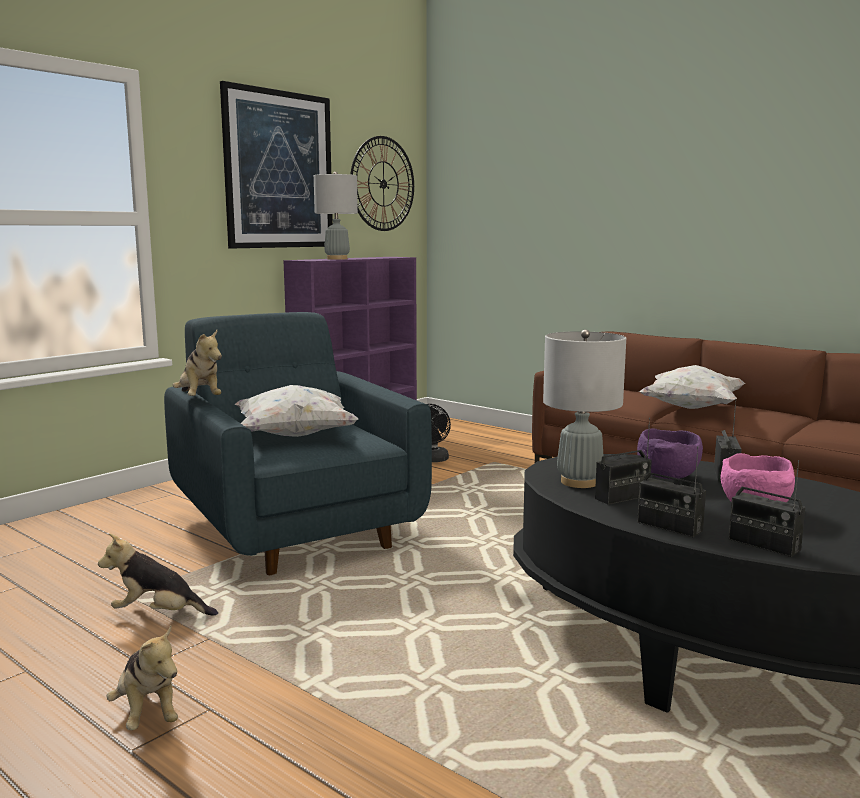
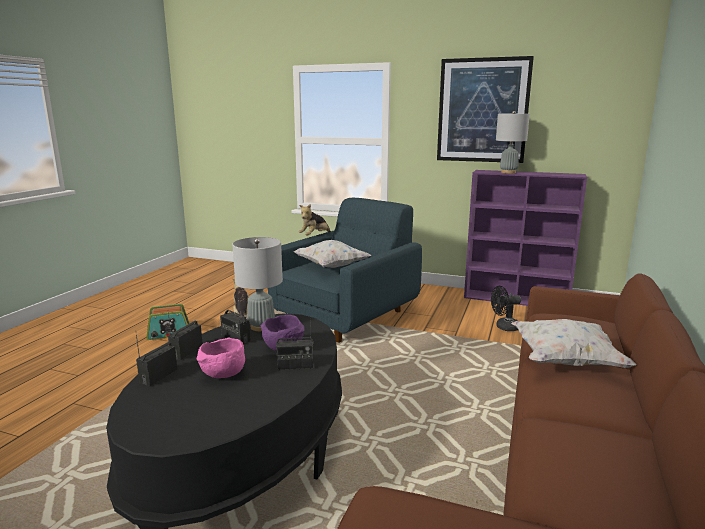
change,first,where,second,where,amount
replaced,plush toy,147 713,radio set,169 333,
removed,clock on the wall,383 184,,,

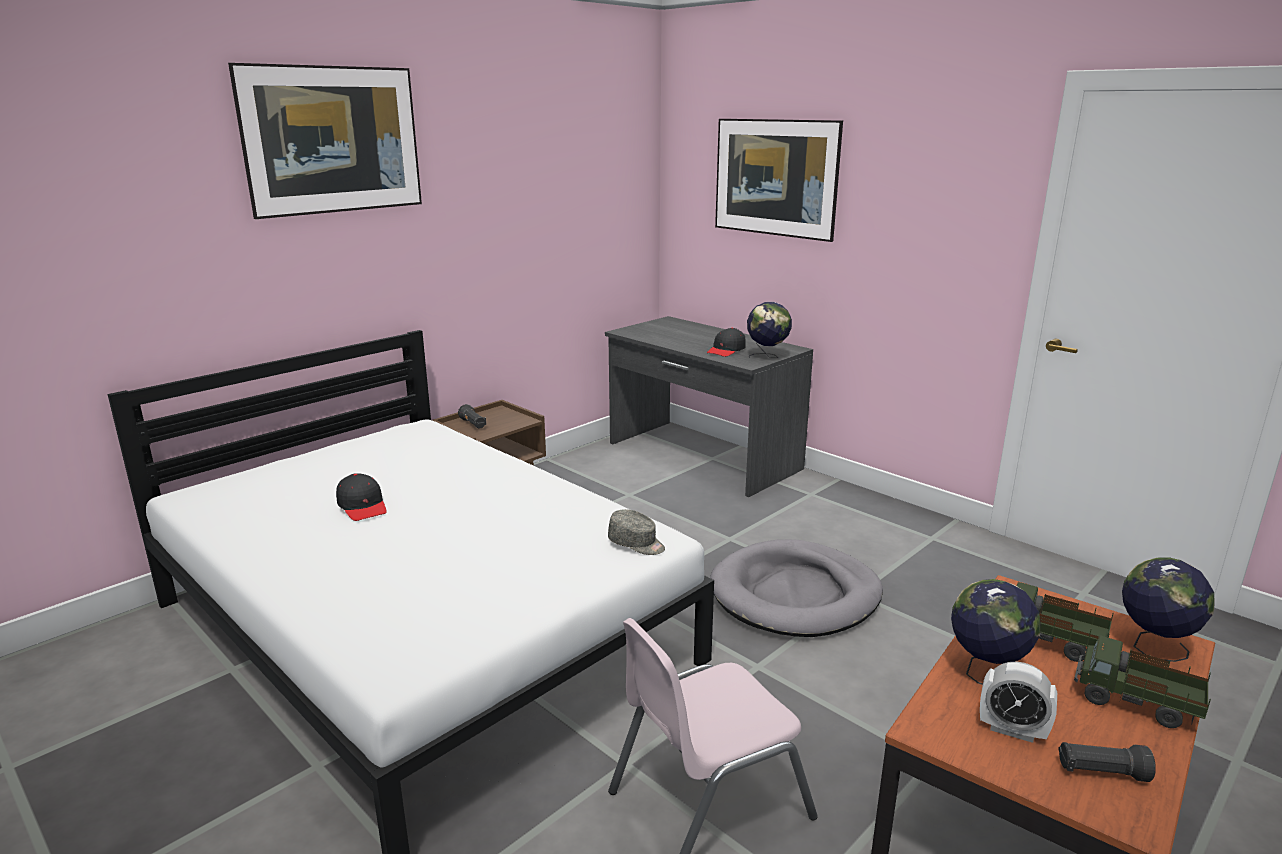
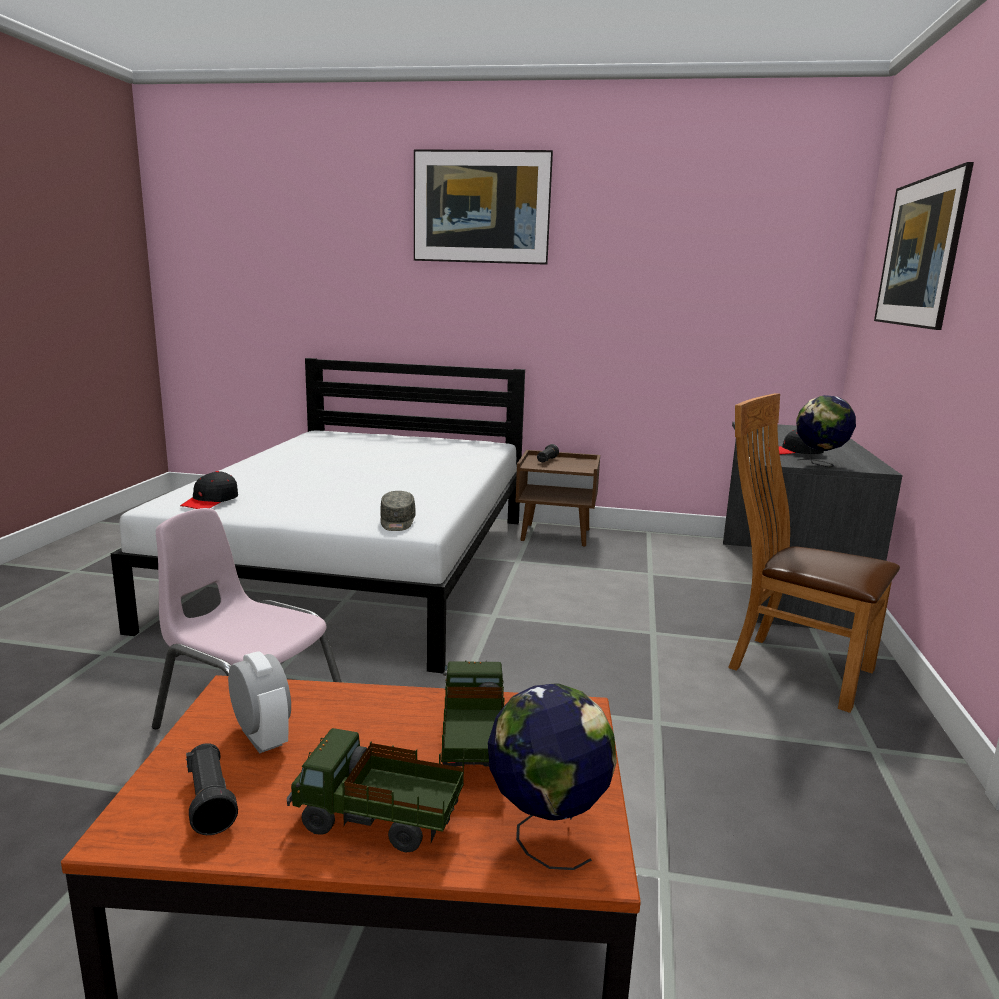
change,first,where,second,where,amount
moved,peaked cap (black),362 506,,210 501,
removed,dog bed (gray),795 594,,,
removed,globe,985 674,,,
turned,table clock,1012 730,,261 737,150 degrees clockwise
turned,model truck,1136 704,,378 822,75 degrees counterclockwise
added,,,plain chair (brown),791 667,

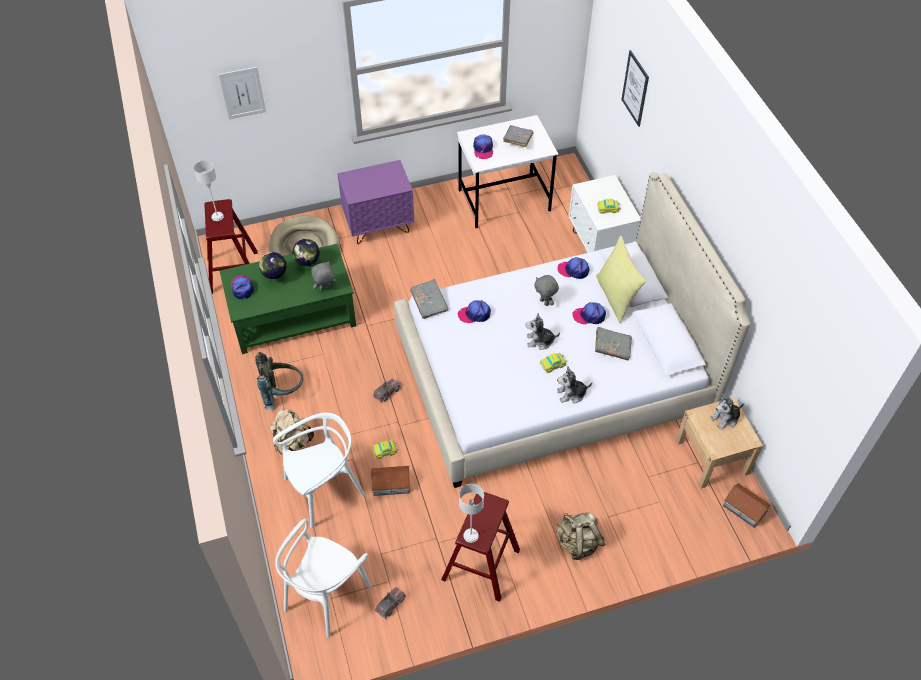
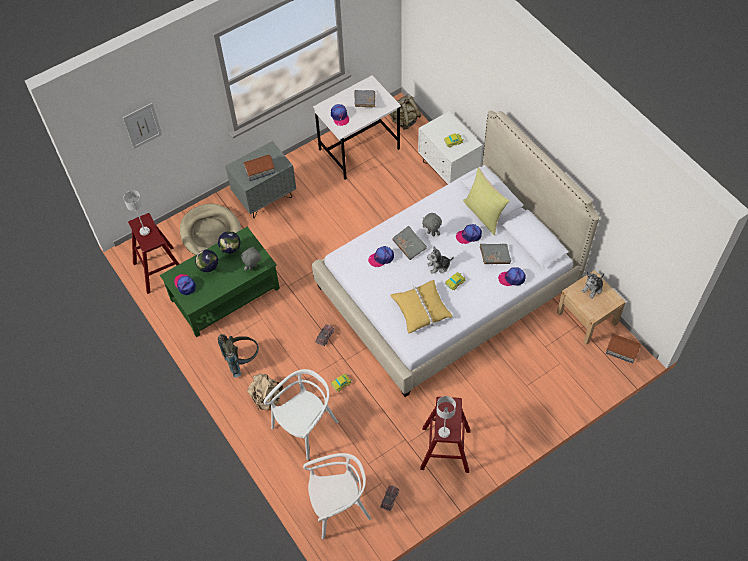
change,first,where,second,where,amount
turned,plain chair (whitish),326 595,,339 507,120 degrees counterclockwise
recoloured,nightstand (purple),379 226,nightstand (gray),265 198,
moved,toy house,390 483,,259 170,
moved,volume (gray),429 303,,409 246,
moved,peaked cap,573 270,,512 278,
removed,plush toy,571 394,,,
moved,backpack (beige),578 542,,404 121,
removed,wall picture,635 88,,,
added,,,throw pillow (yellow-coloured),421 309,

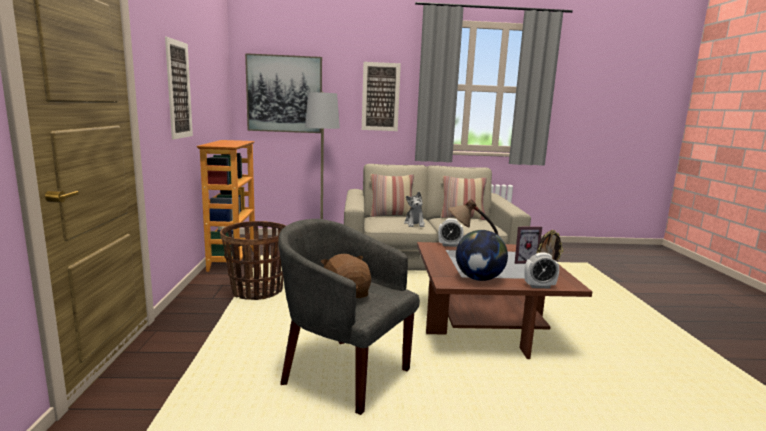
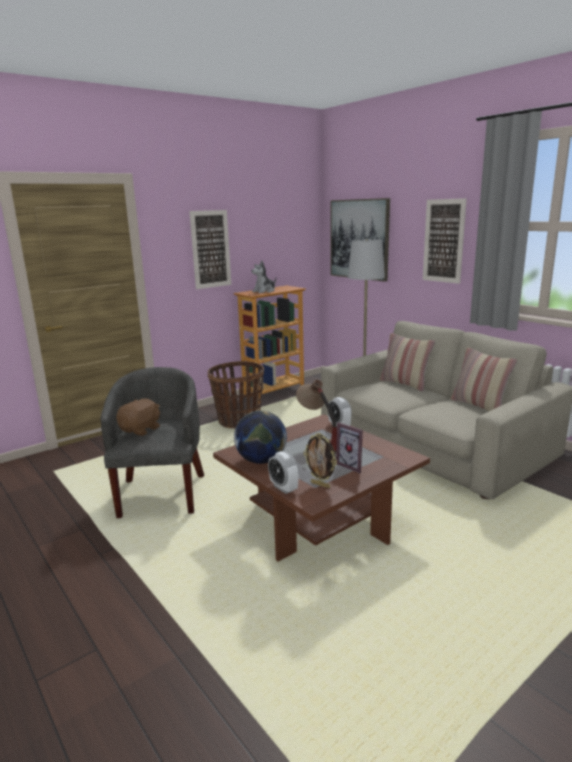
change,first,where,second,where,amount
moved,plush toy,414 224,,264 291,

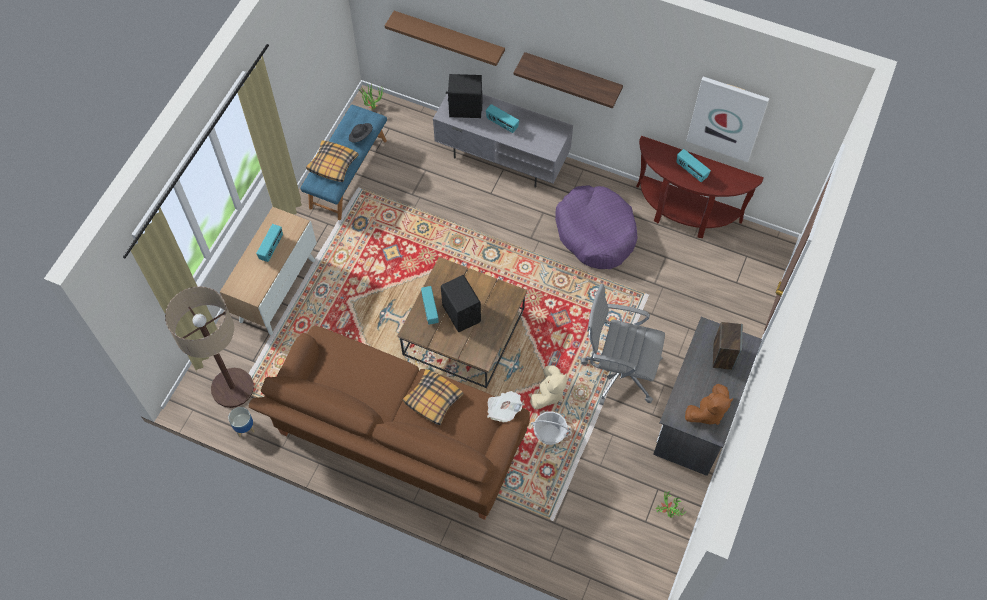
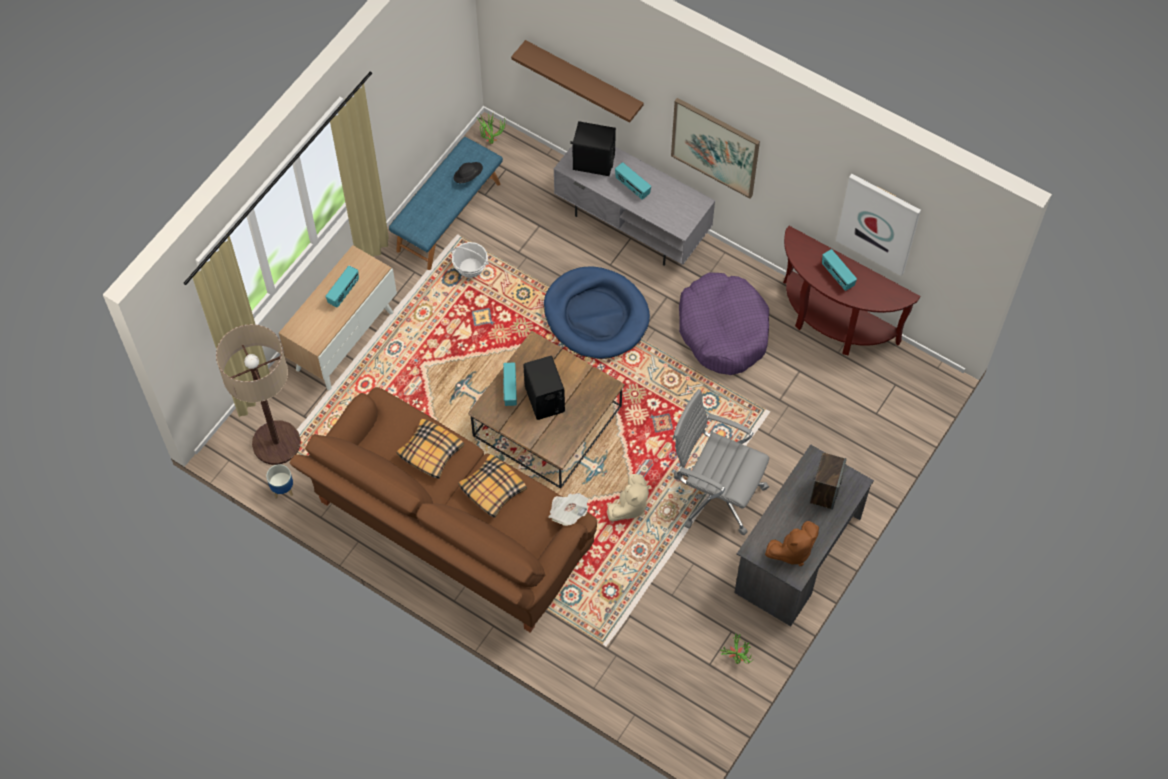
change,first,where,second,where,amount
moved,throw pillow,332 165,,430 452,
replaced,shelf,572 76,wall picture,715 147,
moved,basket,549 434,,470 268,
added,,,dog bed (blue-coloured),596 315,

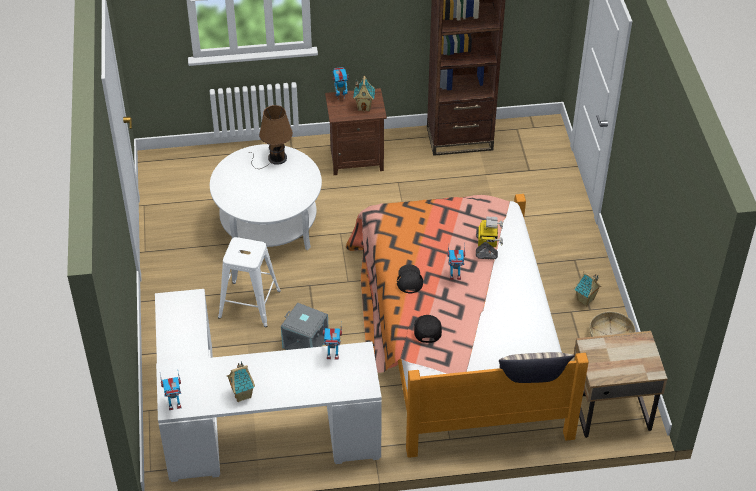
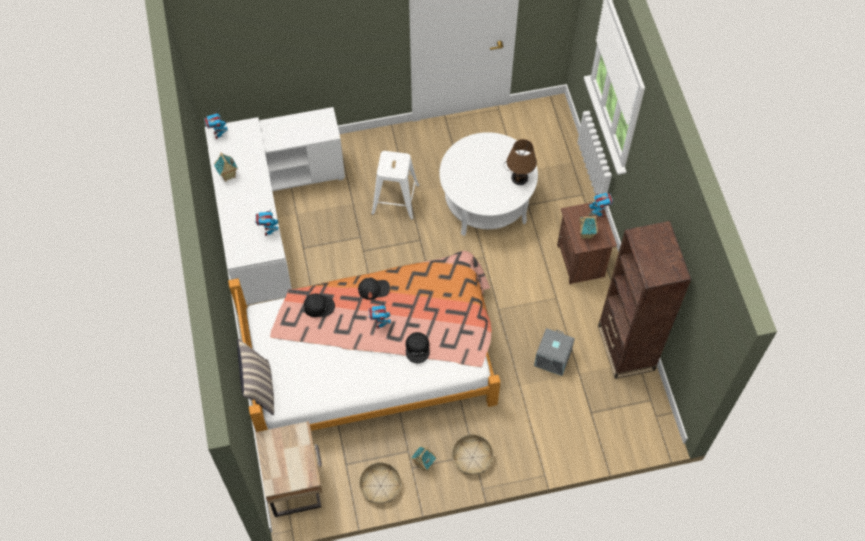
change,first,where,second,where,amount
moved,storage box (gray),306 341,,553 358,
replaced,robot figure,487 247,peaked cap (black),418 348,
added,,,basket,472 457,

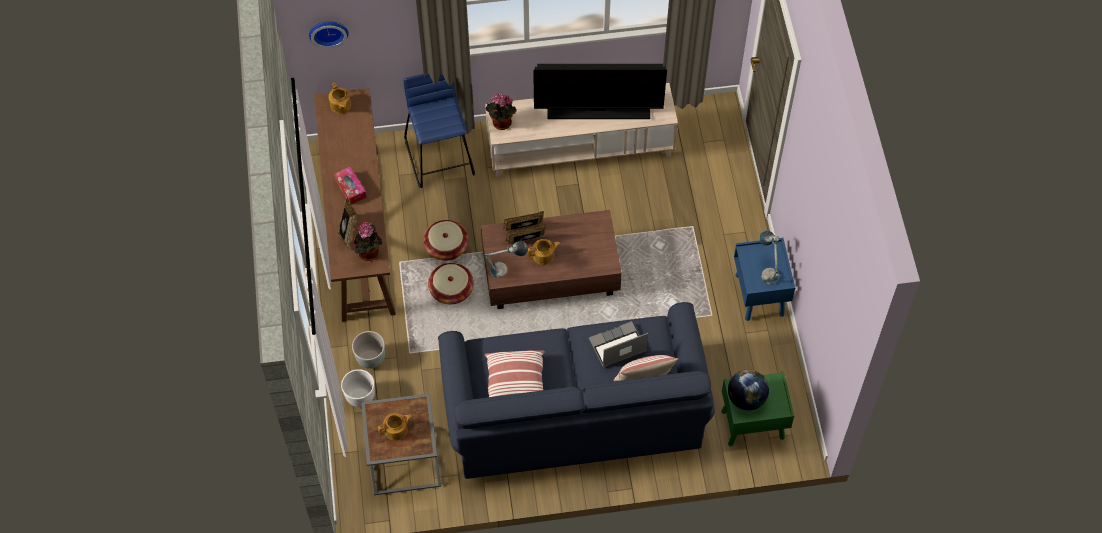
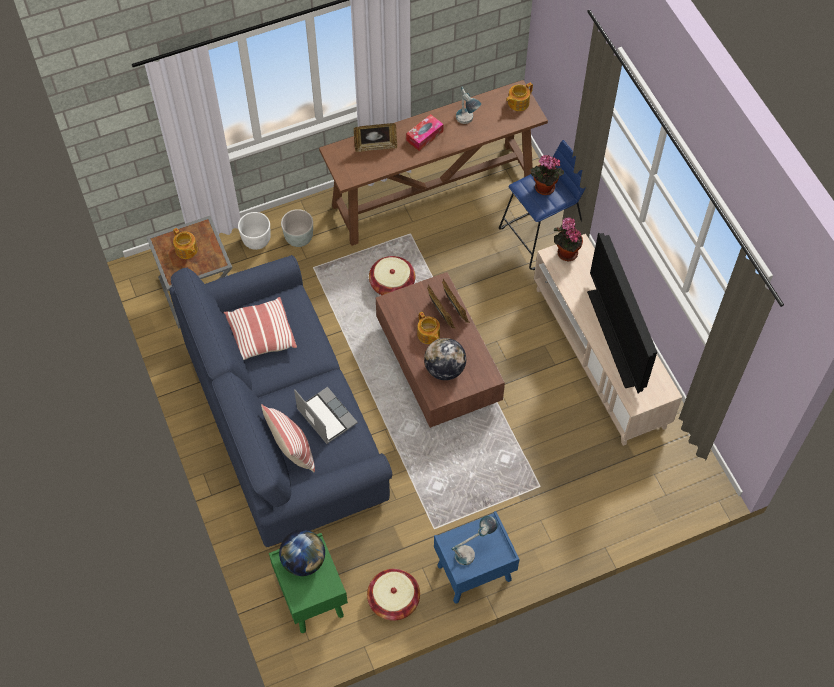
change,first,where,second,where,amount
removed,clock on the wall,328 31,,,
moved,houseplant,369 254,,543 189,
moved,basket,446 247,,393 600,
moved,tabletop lamp,506 270,,467 123,
added,,,globe,444 369,

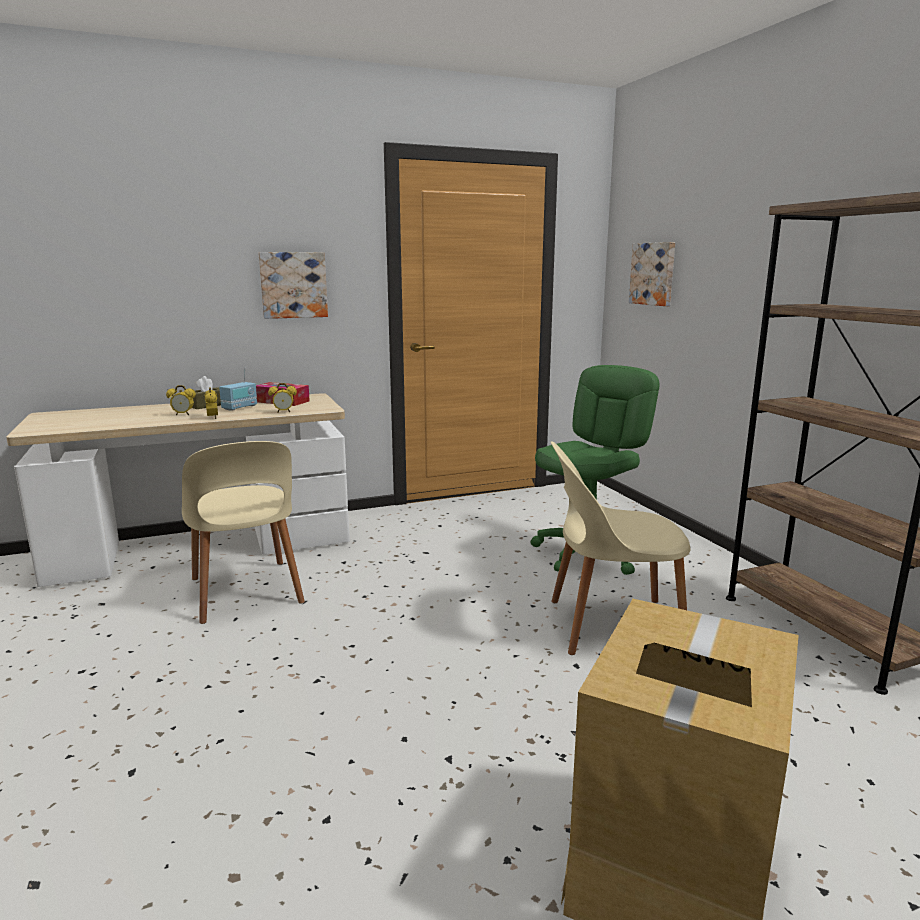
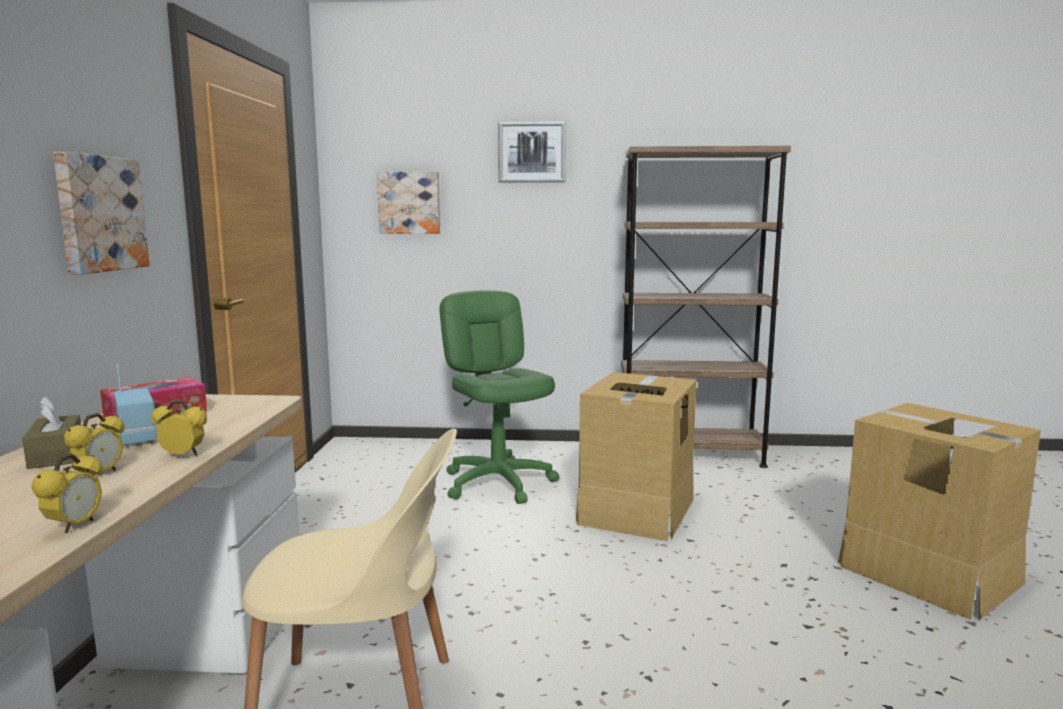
change,first,where,second,where,amount
moved,table clock,284 412,,75 526,
replaced,plain chair (beige),610 625,packing box,635 511,
added,,,wall picture,532 152,

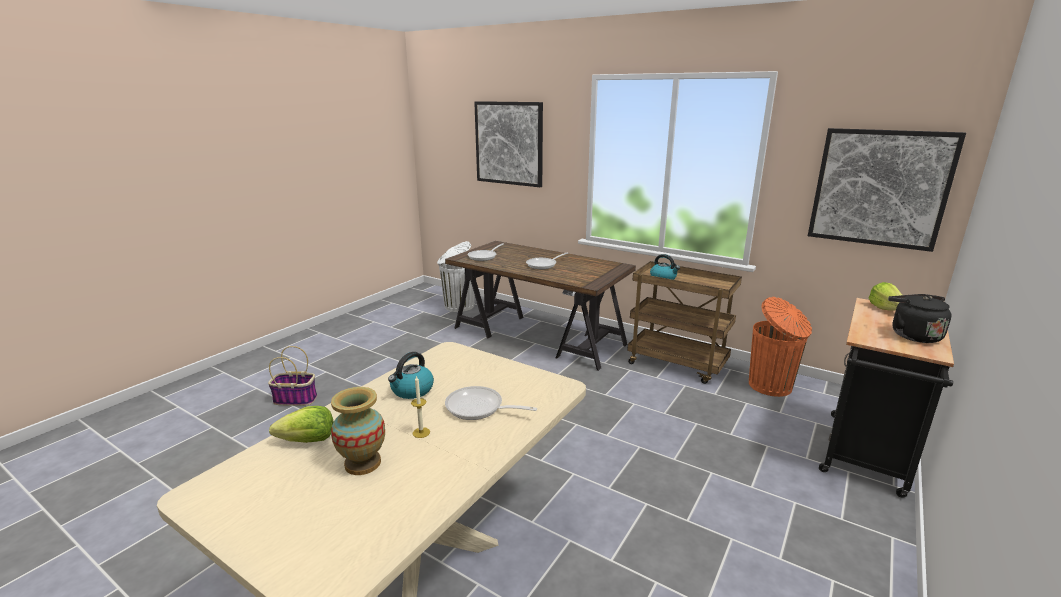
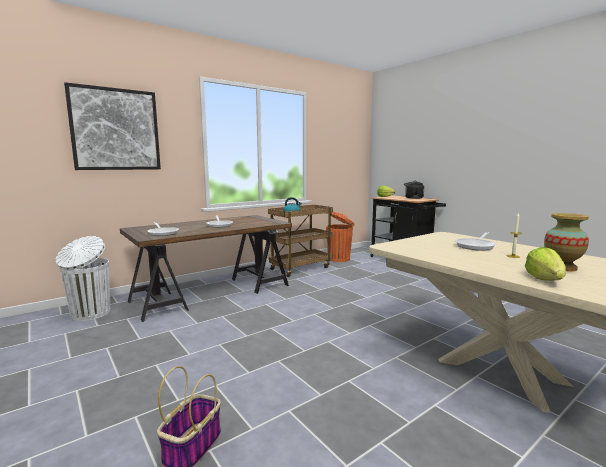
change,first,where,second,where,amount
removed,tea kettle,412 390,,,
removed,wall picture,879 188,,,

